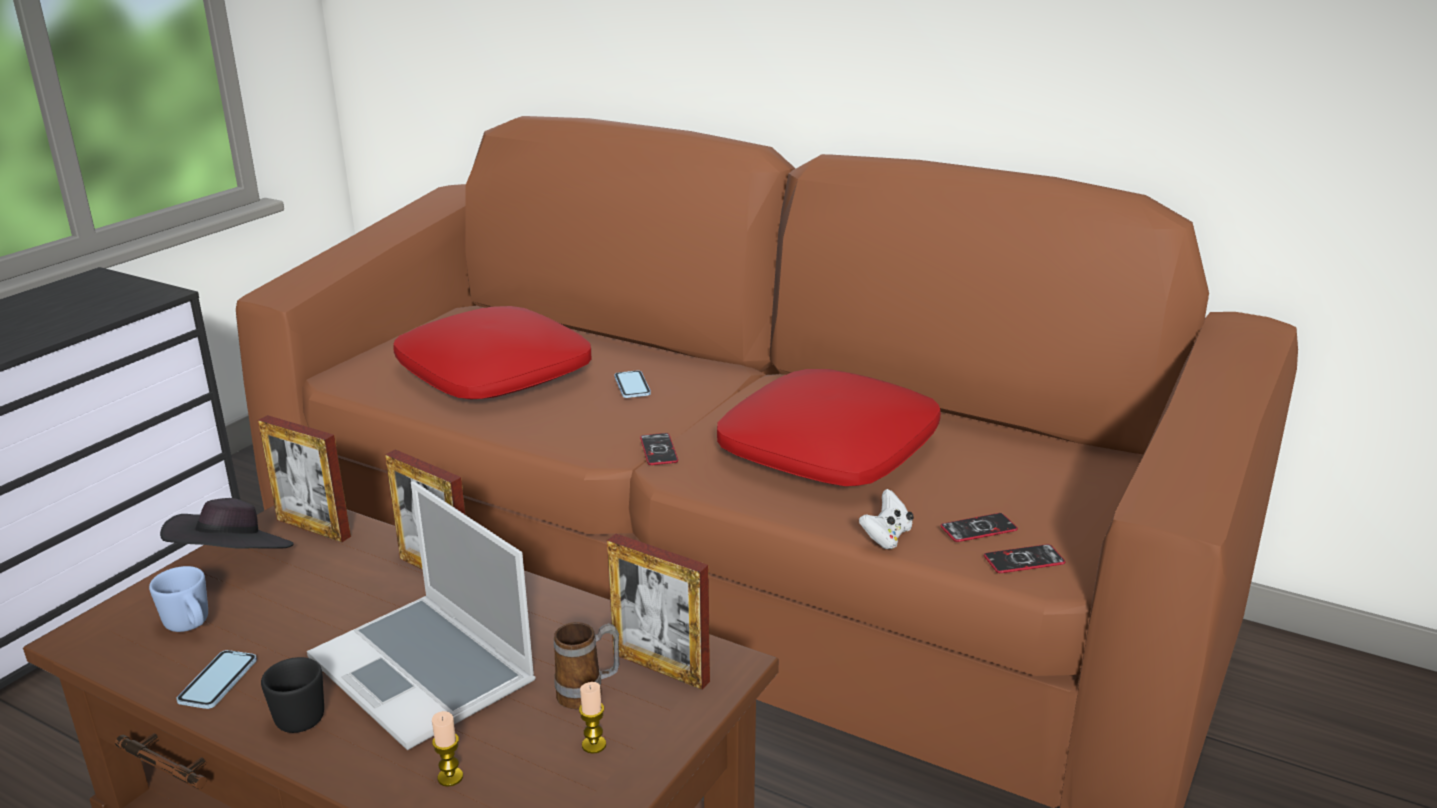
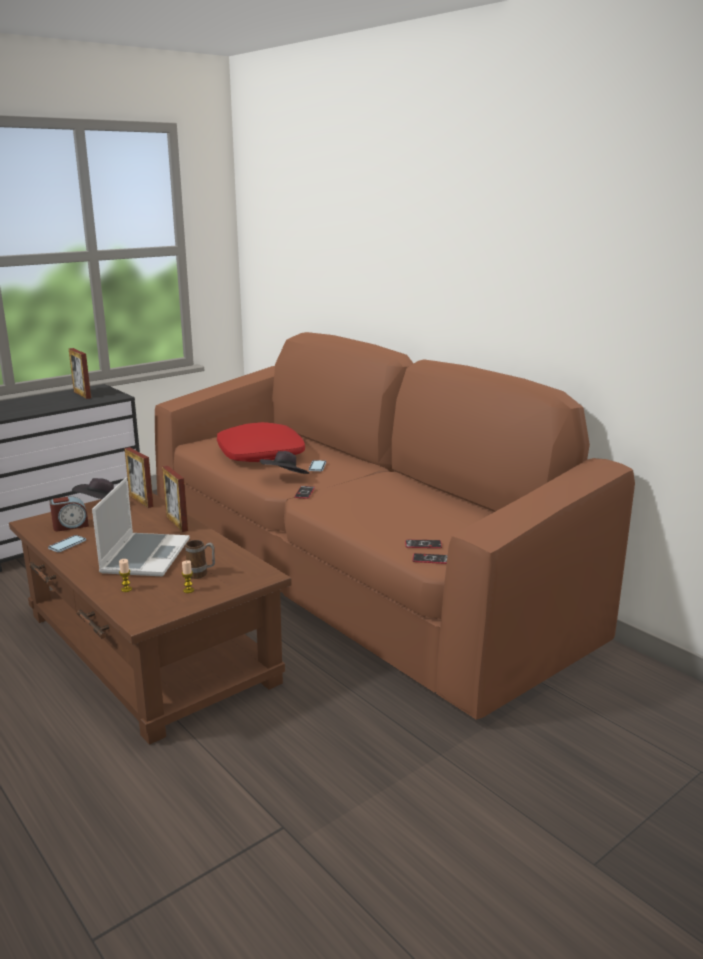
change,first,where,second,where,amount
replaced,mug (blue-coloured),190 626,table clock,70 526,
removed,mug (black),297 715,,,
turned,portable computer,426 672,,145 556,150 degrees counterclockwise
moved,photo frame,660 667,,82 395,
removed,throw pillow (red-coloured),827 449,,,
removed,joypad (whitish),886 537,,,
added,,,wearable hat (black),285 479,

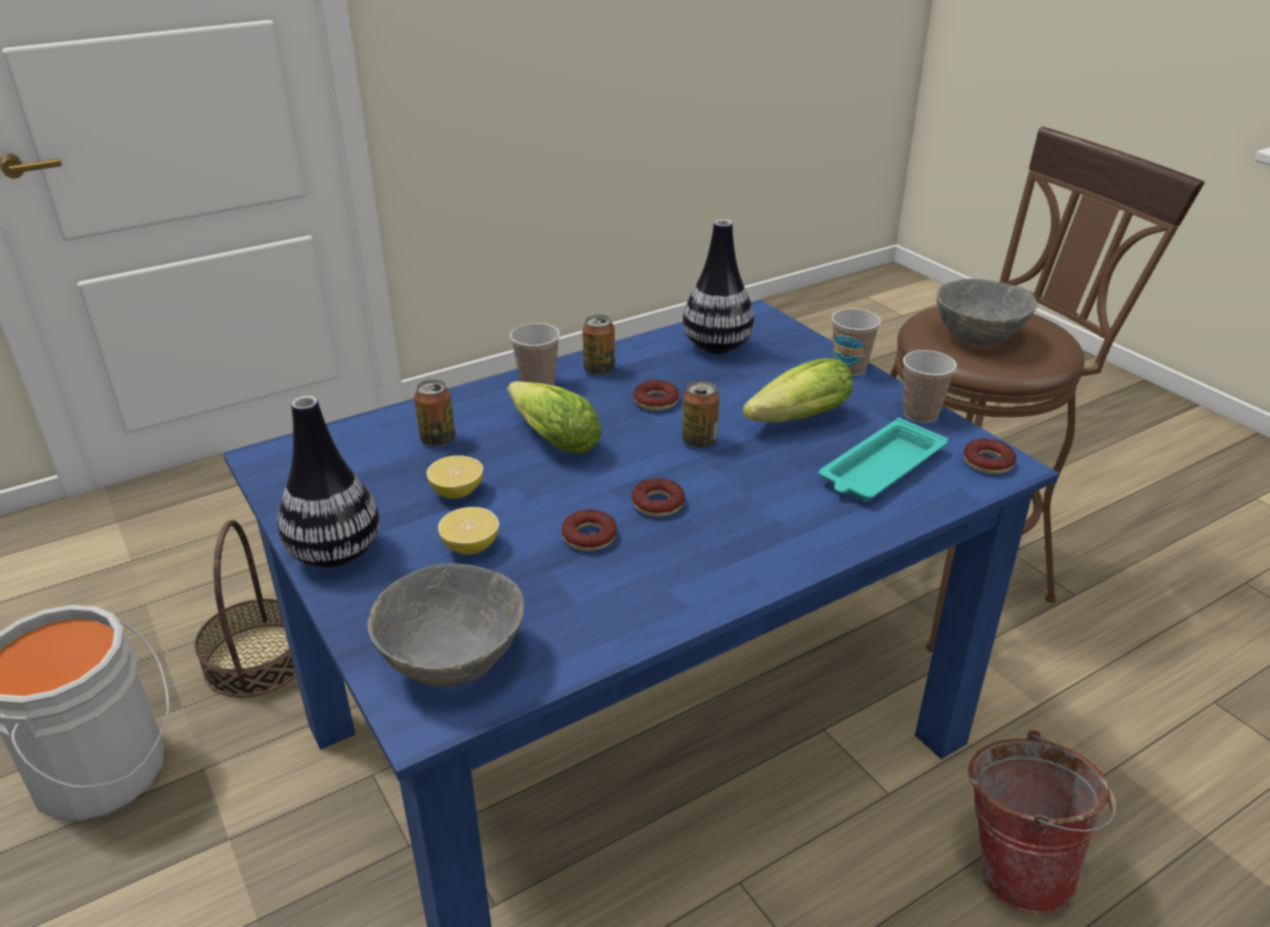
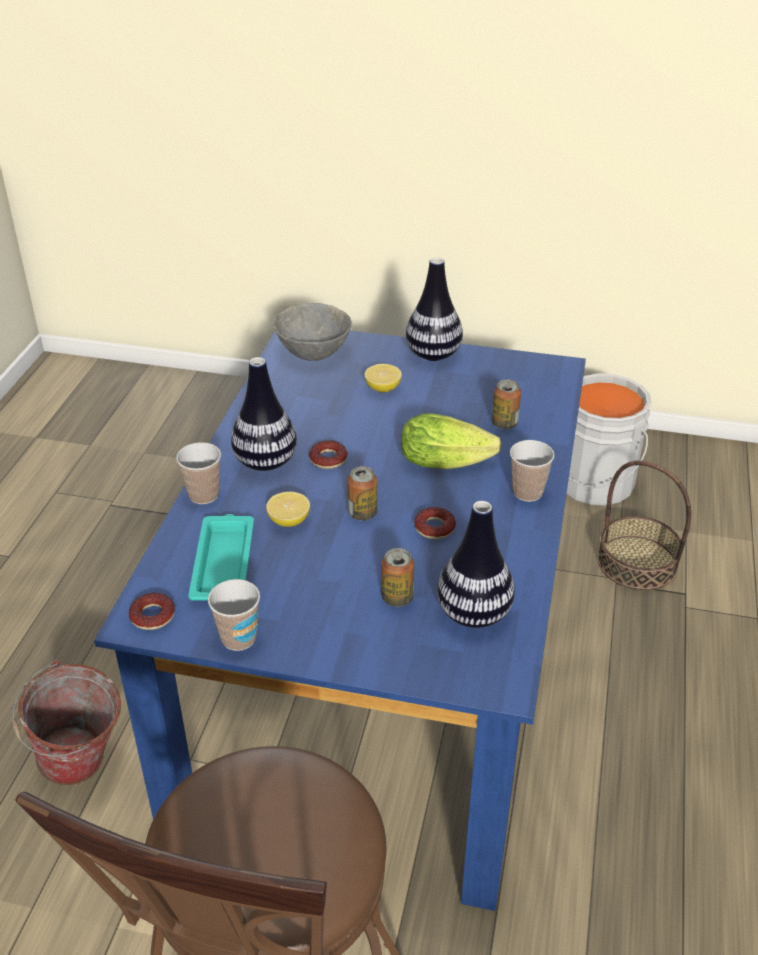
change,first,where,second,where,amount
moved,lemon,457 492,,289 521,
removed,donut,589 536,,,
moved,metal can,599 370,,397 597,
removed,lettuce,793 421,,,
moved,cup,849 368,,203 495,
removed,deep dish (gray),977 337,,,
added,,,decorative vase,265 462,

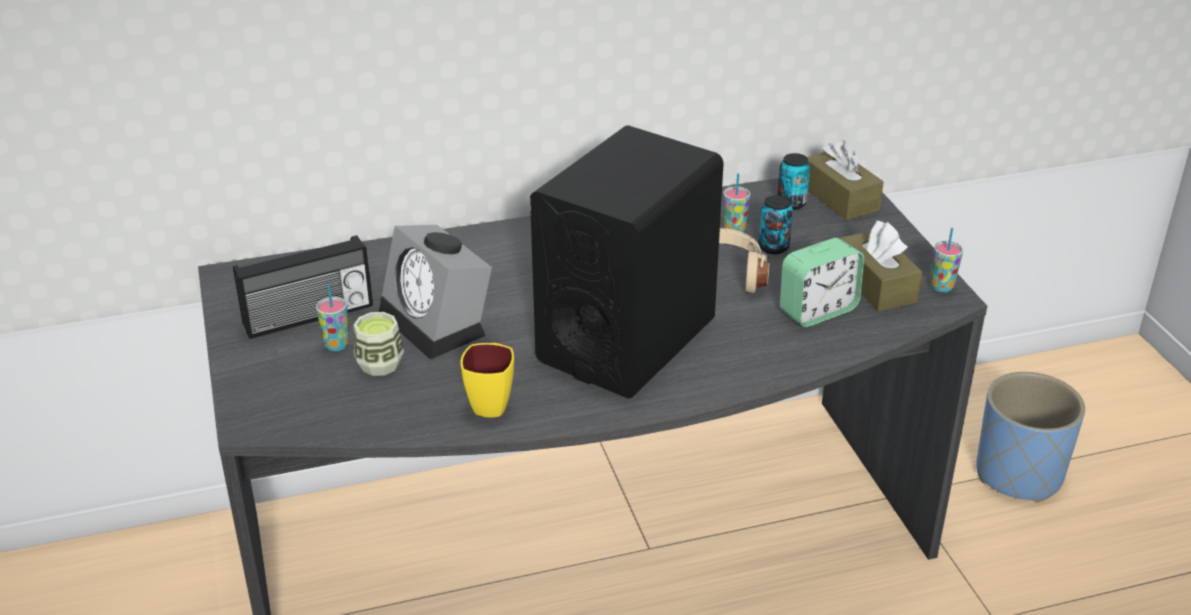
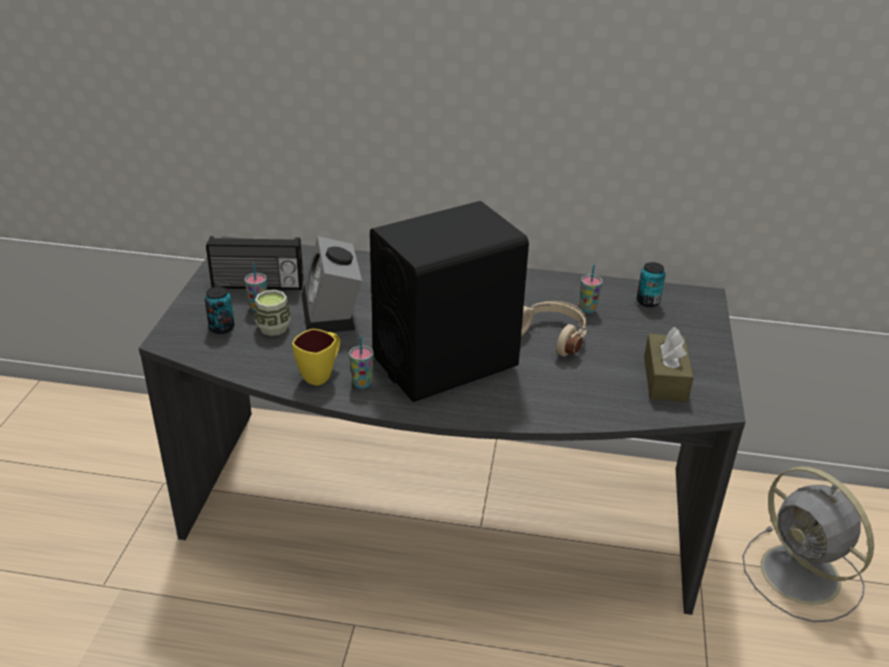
change,first,where,second,where,amount
moved,metal can,773 247,,221 328,
removed,table clock,818 311,,,
removed,tissue box (brown),840 198,,,
moved,cup,941 287,,362 383,
replaced,plant pot (blue-coloured),1019 474,cooling fan (gray),803 576,

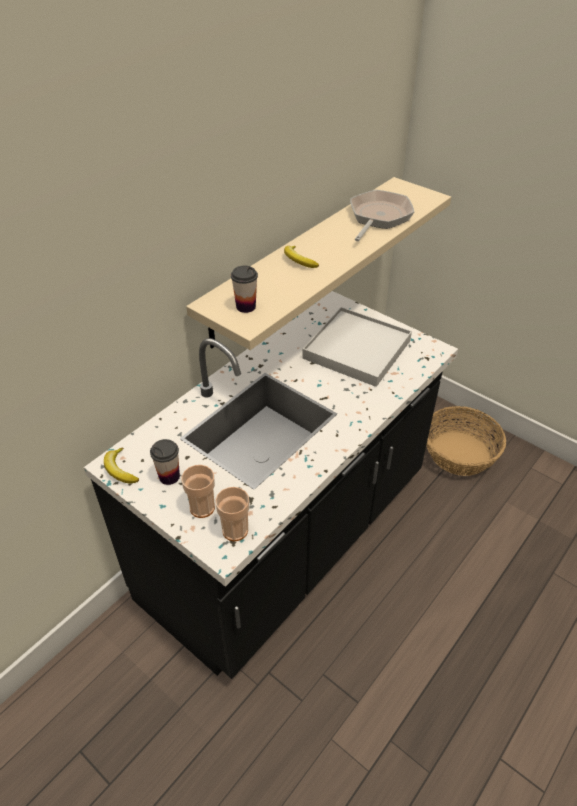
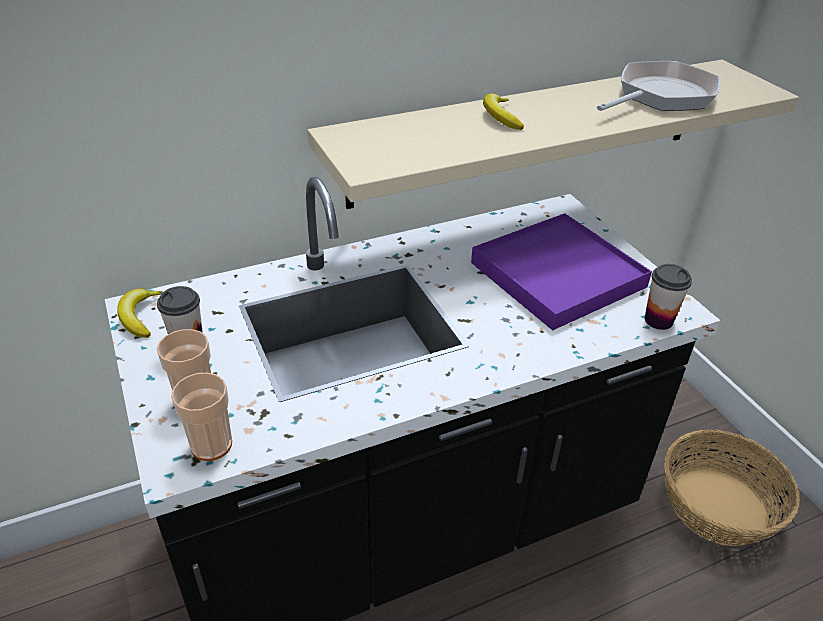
change,first,where,second,where,amount
moved,cup,246 306,,658 320,
recoloured,tray (whitish),357 350,tray (purple),557 275,

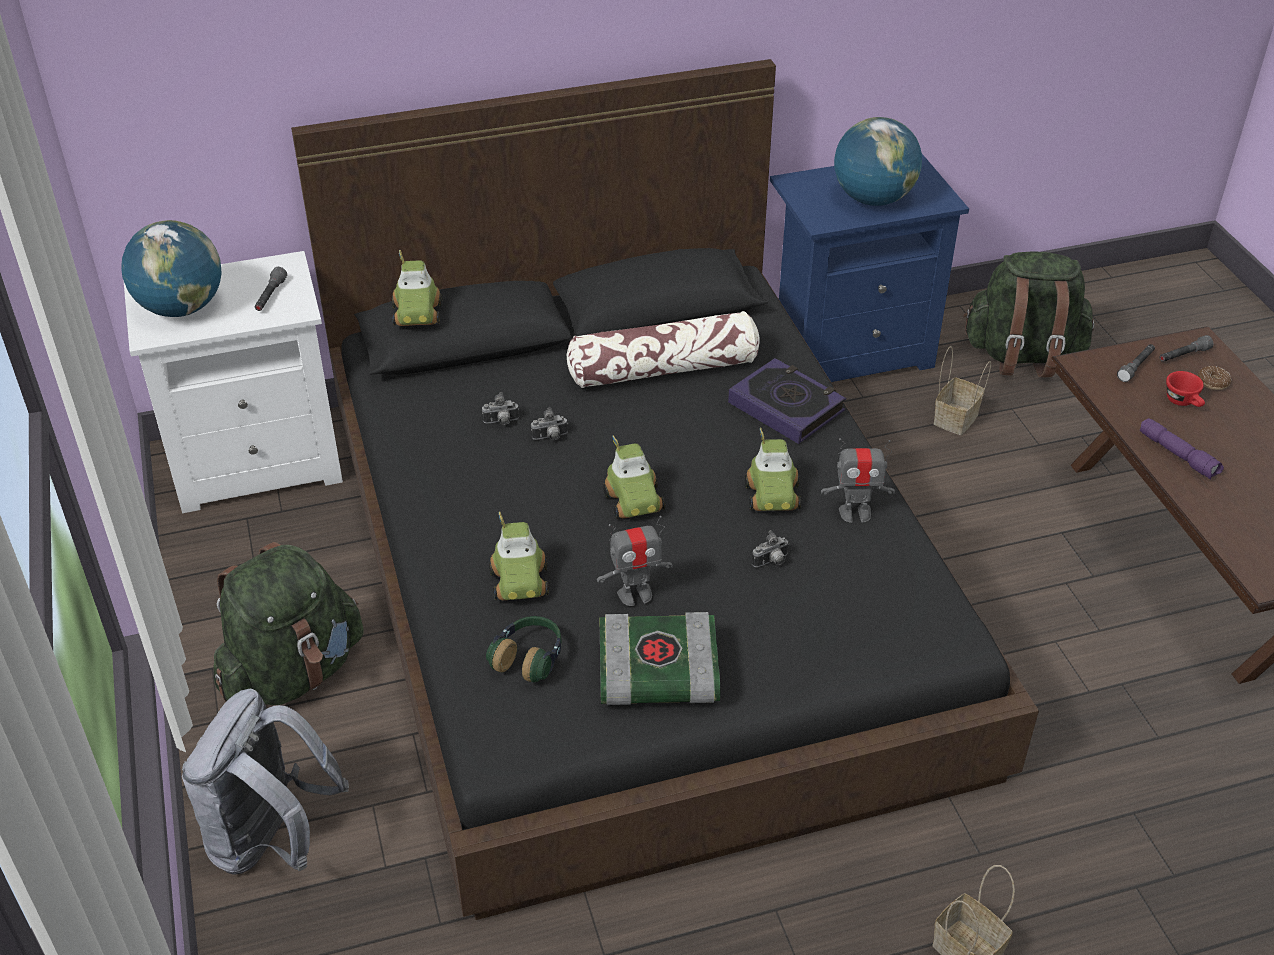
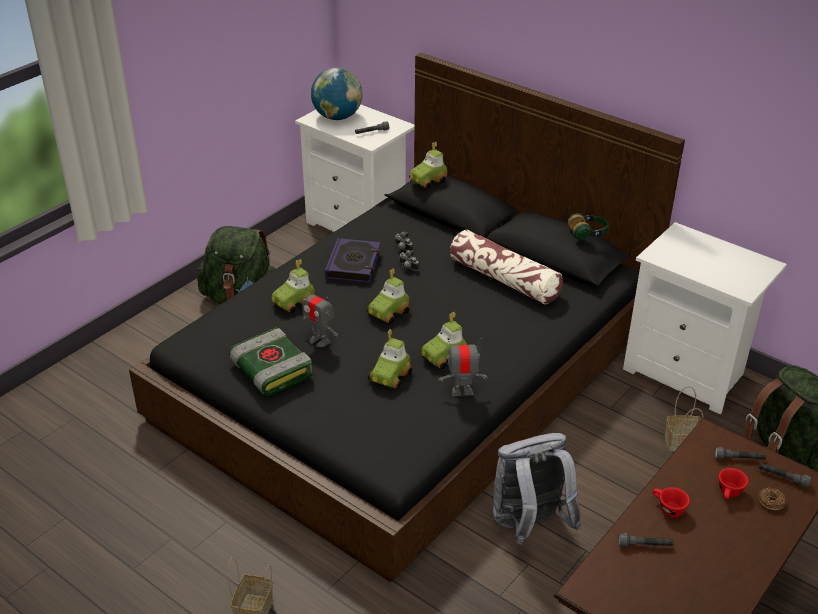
change,first,where,second,where,amount
moved,backpack (gray),272 840,,529 526,
moved,pair of headphones,529 658,,588 233,
moved,volume,786 407,,354 265,
replaced,photo camera,771 562,toy car,390 376,
recoloured,nightstand (blue-coloured),850 351,nightstand (whitish),688 373,
turned,robot figure,855 513,,462 391,120 degrees clockwise
removed,globe,873 199,,,
replaced,flashlight (purple),1179 455,cup (red-coloured),667 508,
added,,,flashlight (gray),645 545,

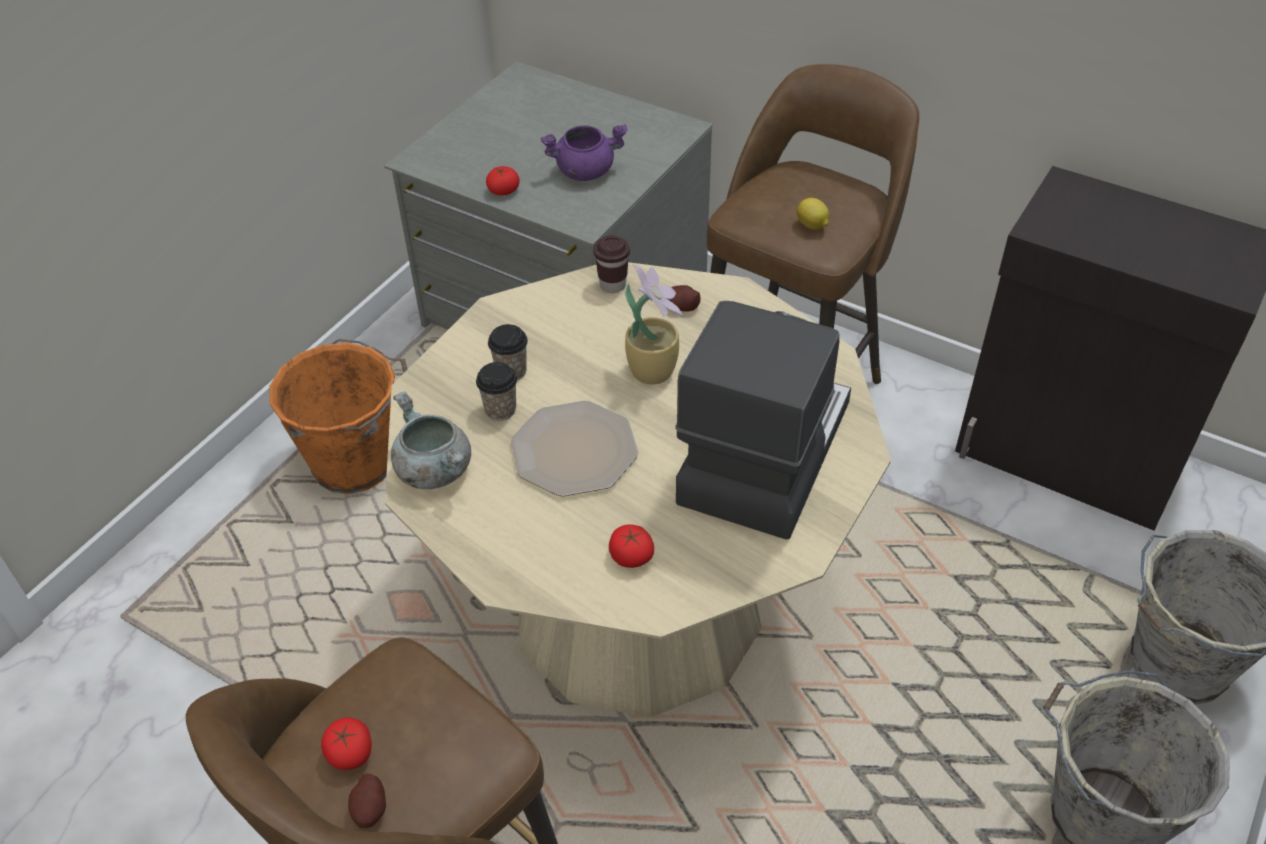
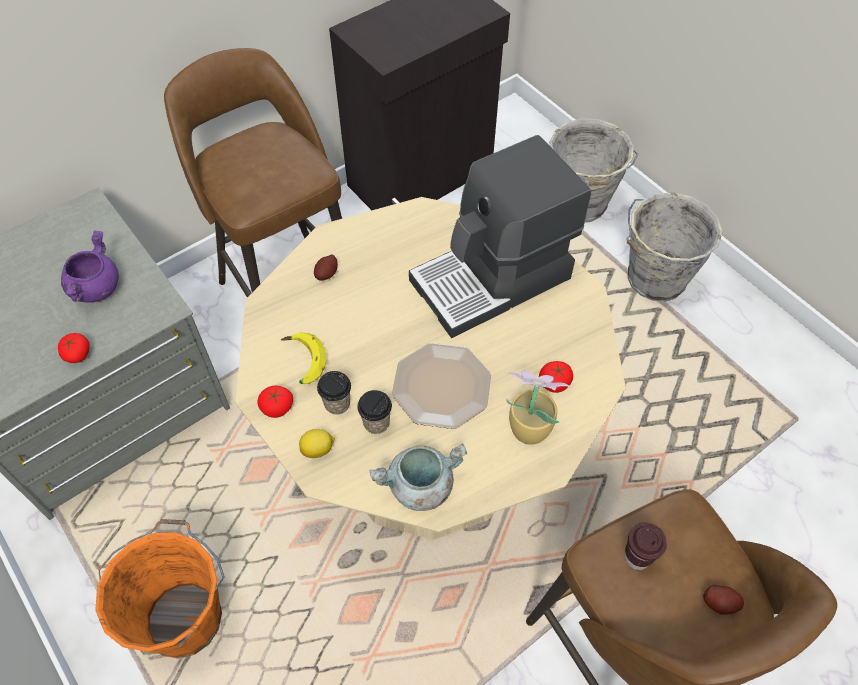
change,first,where,second,where,amount
moved,fresh tomato,350 753,,277 407,
moved,cup (brown),613 285,,637 557,
moved,houseplant,653 369,,527 428,
turned,coffee maker,761 453,,493 280,75 degrees counterclockwise
moved,lemon,812 226,,318 449,
added,,,whole banana,302 361,

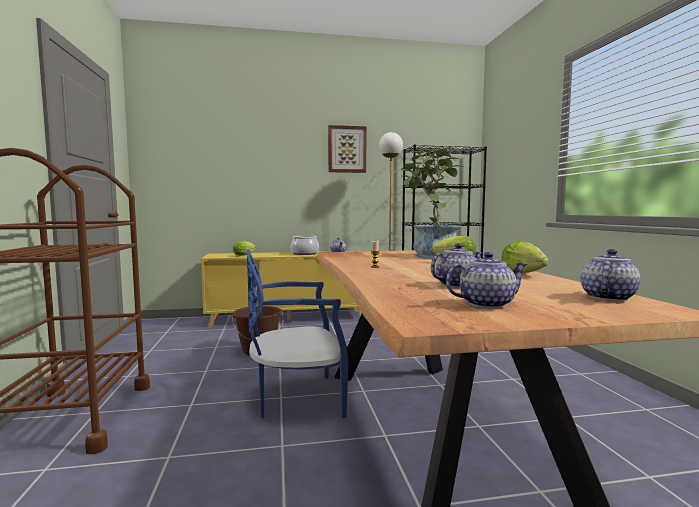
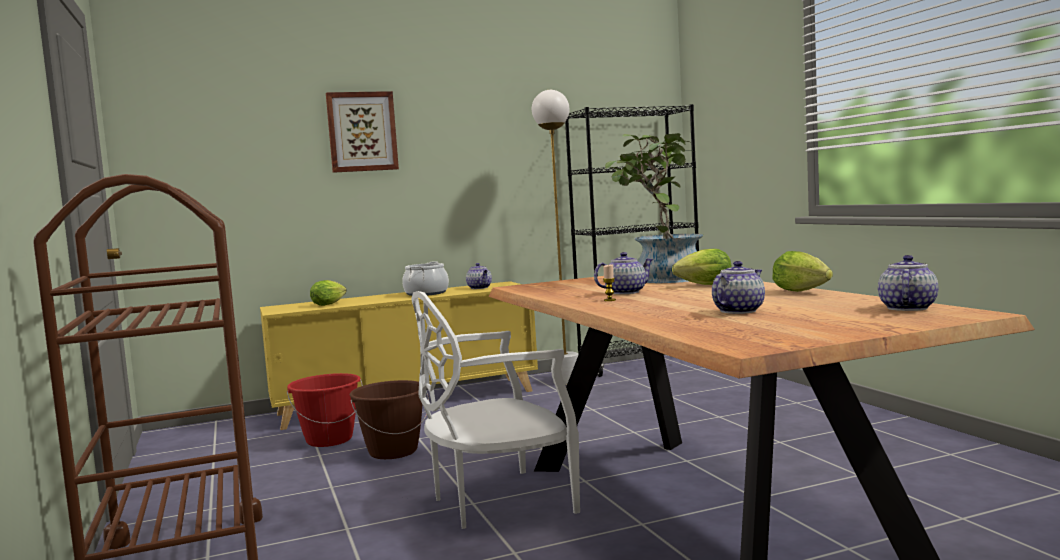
change,first,where,second,where,amount
recoloured,plain chair (blue-coloured),297 399,plain chair (whitish),498 502,
moved,wall picture,347 149,,362 132,
moved,pot for tea,485 304,,624 292,
added,,,pail (red-coloured),329 440,

